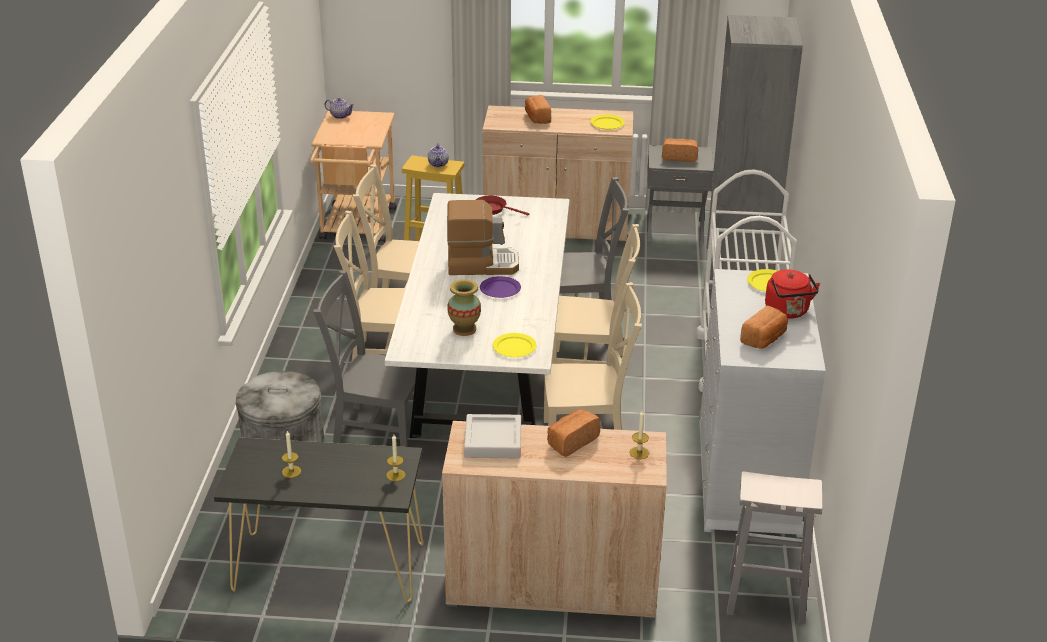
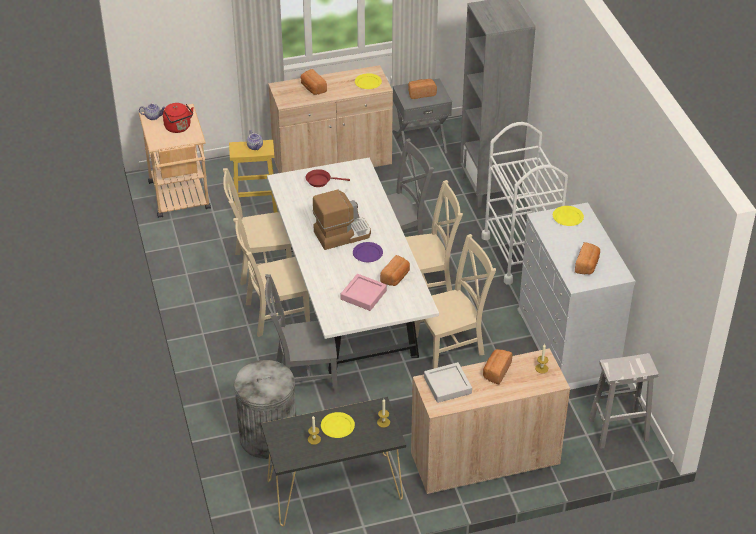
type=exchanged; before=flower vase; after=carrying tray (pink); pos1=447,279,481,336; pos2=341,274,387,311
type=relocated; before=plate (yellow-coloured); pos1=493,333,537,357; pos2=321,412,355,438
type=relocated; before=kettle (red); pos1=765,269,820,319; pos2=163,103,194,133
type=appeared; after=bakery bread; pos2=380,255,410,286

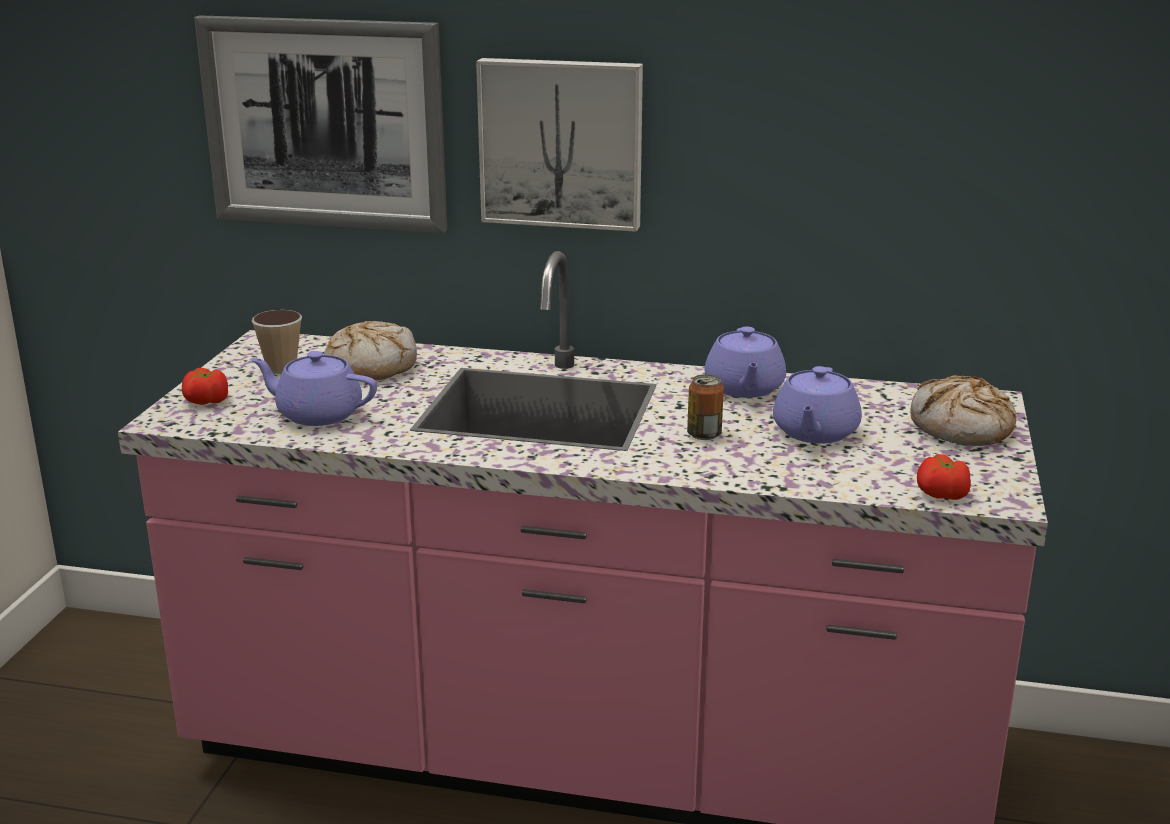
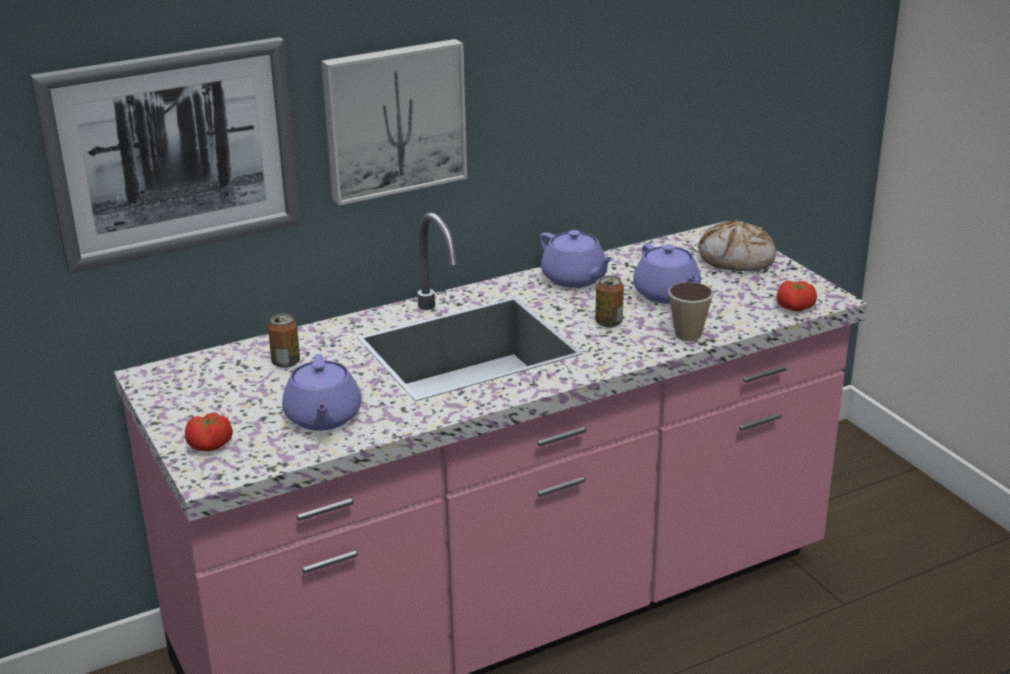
type=spun; before=pot for tea (purple); pos1=250,351,377,426; pos2=282,354,361,431; turn=-75
type=relocated; before=drinking cup; pos1=252,310,302,374; pos2=668,282,714,341
type=exchanged; before=bakery bread; after=can; pos1=324,321,417,380; pos2=268,313,300,368

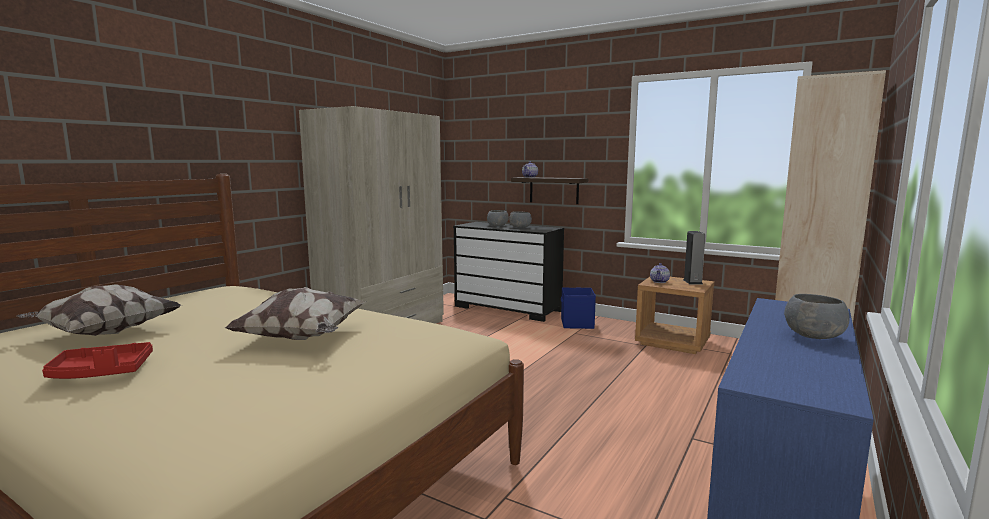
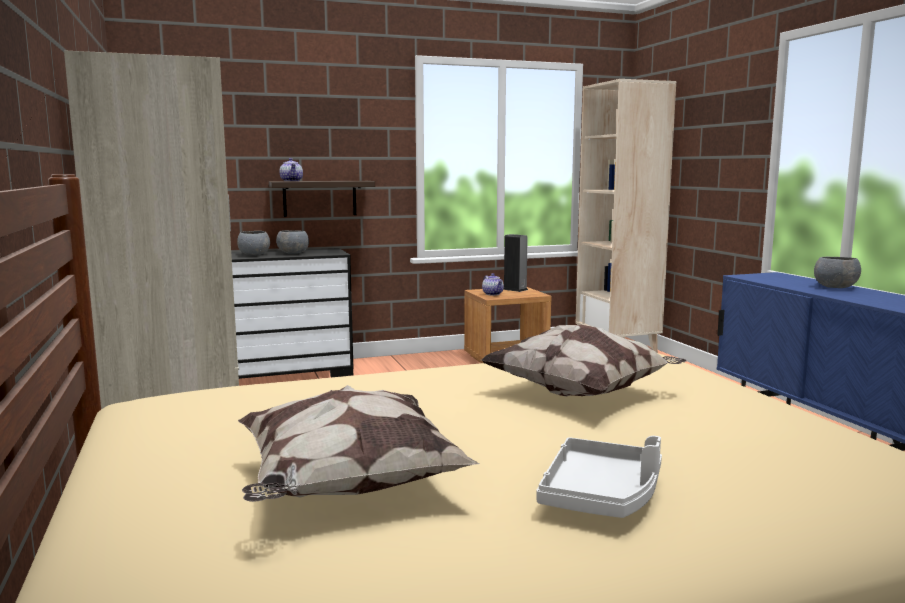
type=colour; before=carrying tray (red); after=carrying tray (grey); pos1=42,342,153,379; pos2=536,436,662,518
type=missing; before=storage bin (blue-coloured); pos1=561,287,596,329

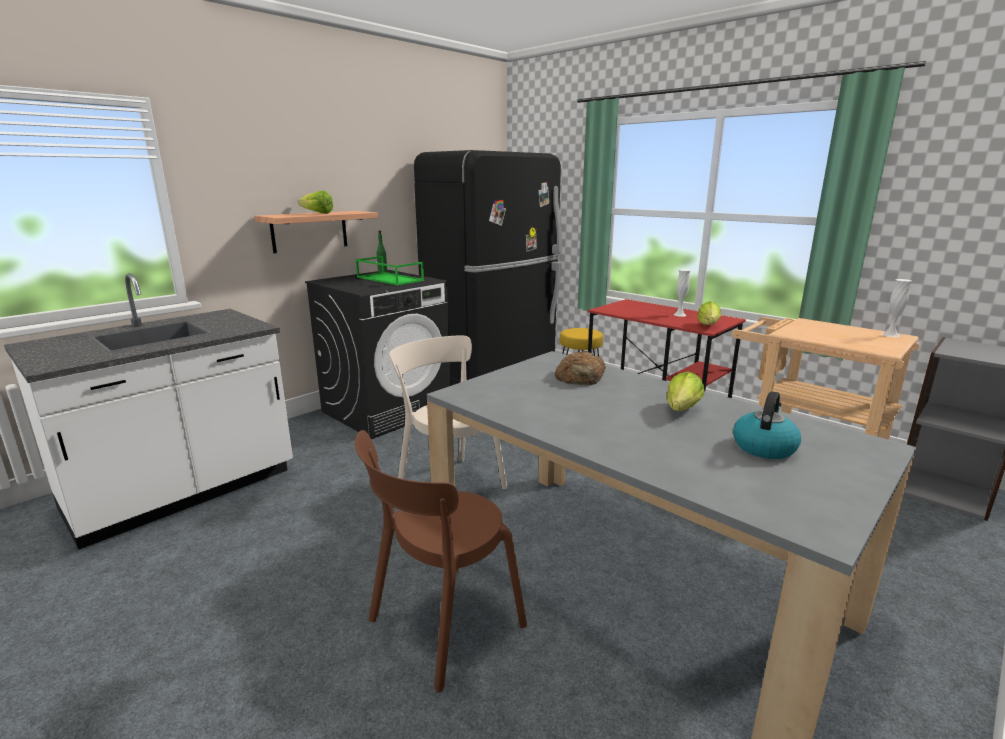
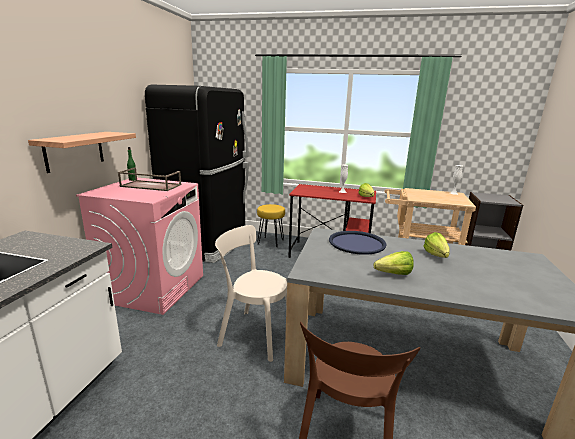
type=relocated; before=lettuce; pos1=298,191,333,214; pos2=374,251,414,275
type=colour; before=washing machine (blackish); after=washing machine (pink); pos1=305,270,451,439; pos2=76,178,203,315
type=colour; before=carrying tray (greenish); after=carrying tray (brown-coloured); pos1=356,256,424,285; pos2=118,167,181,191
type=exchanged; before=bakery bread; after=carrying tray (blue-coloured); pos1=555,351,606,385; pos2=329,231,386,255
type=missing; before=kettle; pos1=733,391,801,459

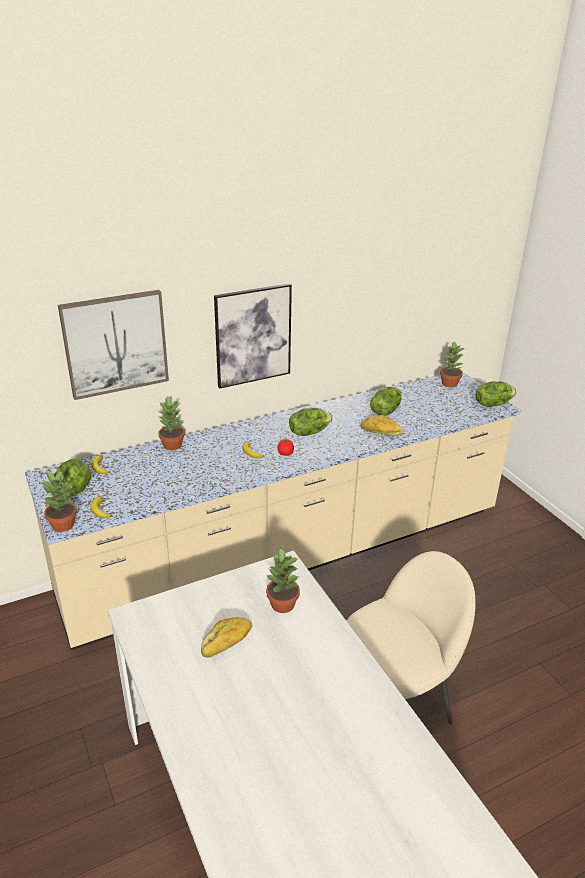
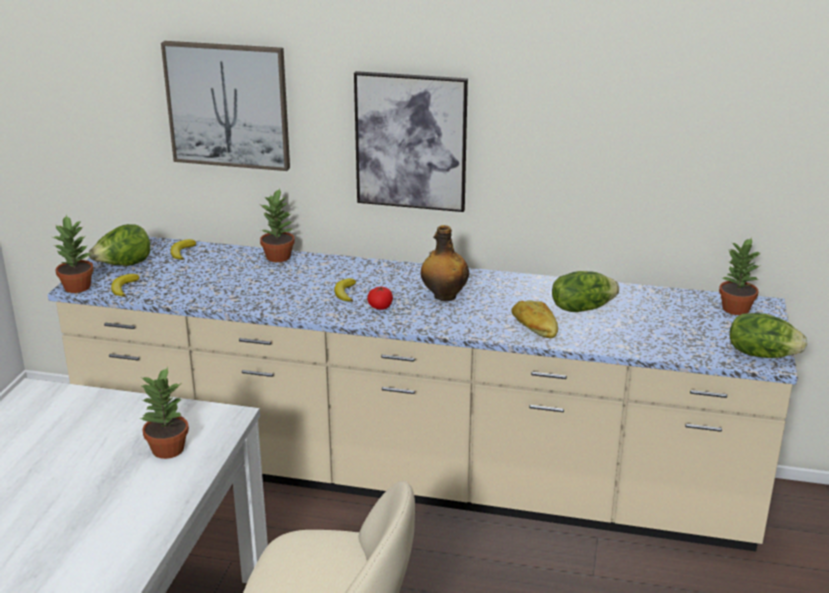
type=missing; before=bakery bread; pos1=201,617,252,658
type=exchanged; before=lettuce; after=drink bottle; pos1=289,408,333,436; pos2=421,225,469,301

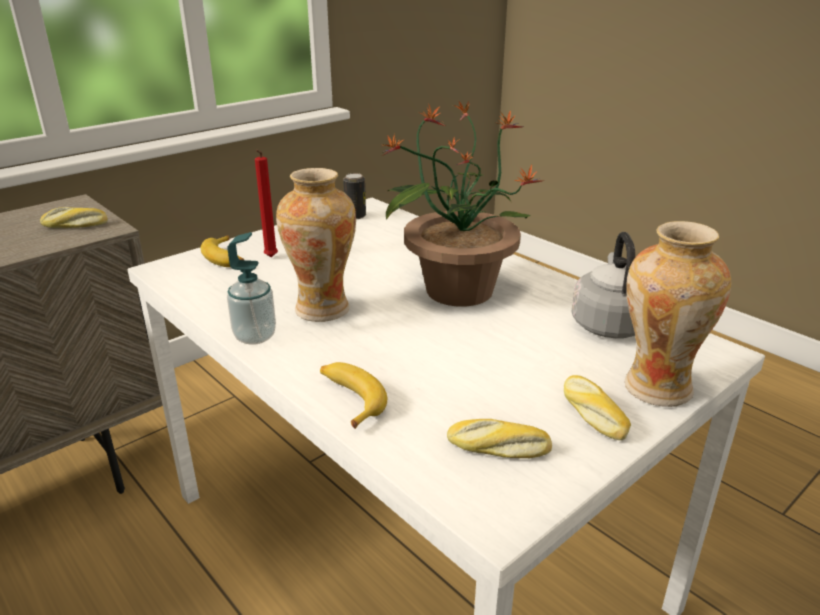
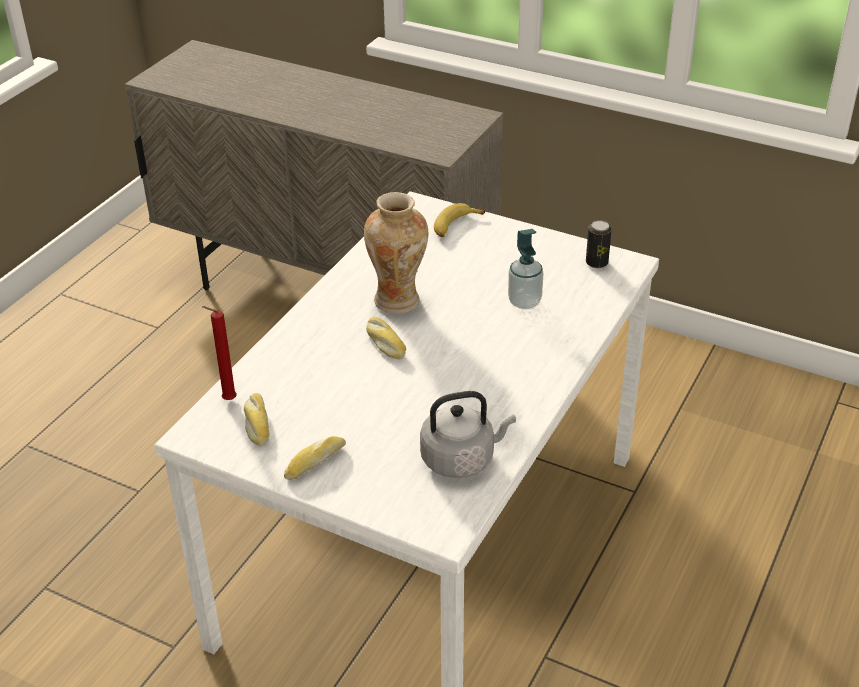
type=relocated; before=bakery bread; pos1=40,207,108,228; pos2=366,317,406,360
type=relocated; before=soap bottle; pos1=227,232,276,345; pos2=508,229,544,309
type=relocated; before=wax candle (red); pos1=255,150,278,257; pos2=202,306,237,400
type=missing; before=whole banana; pos1=320,362,387,429
type=missing; before=potted plant; pos1=381,101,545,307
type=missing; before=flower vase; pos1=625,221,731,407

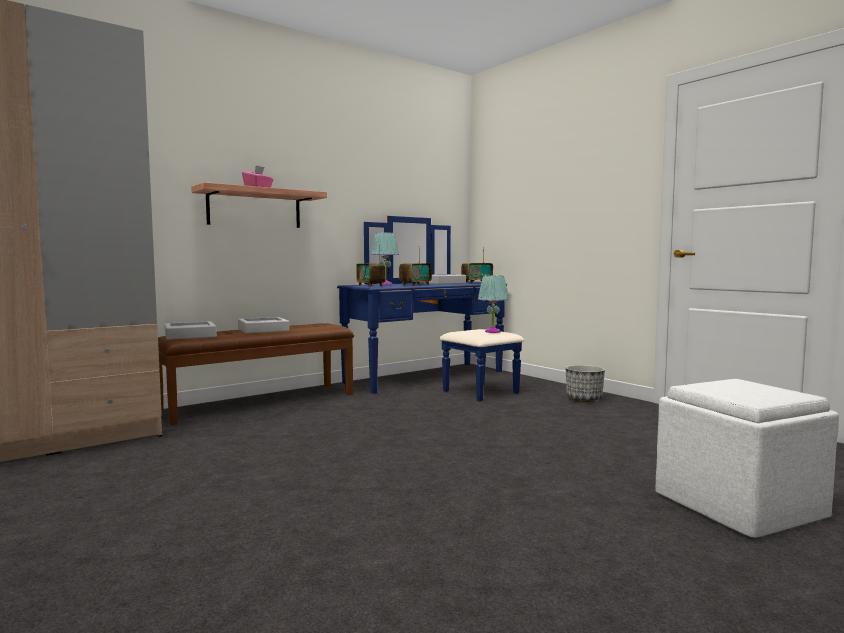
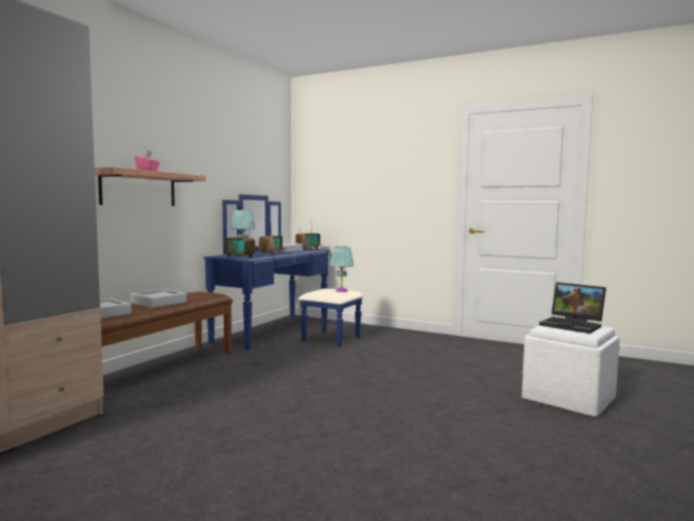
type=missing; before=plant pot; pos1=566,365,605,402
type=appeared; after=portable computer; pos2=539,282,606,334

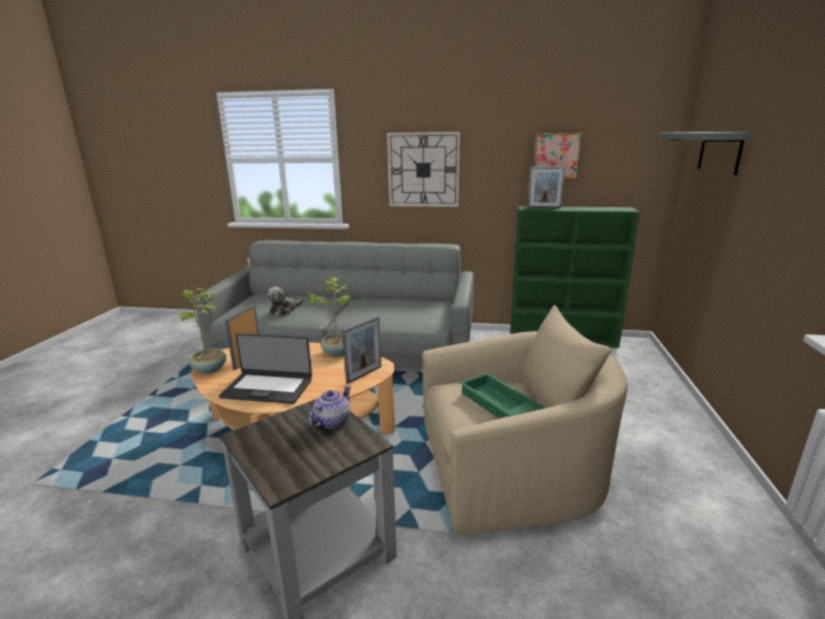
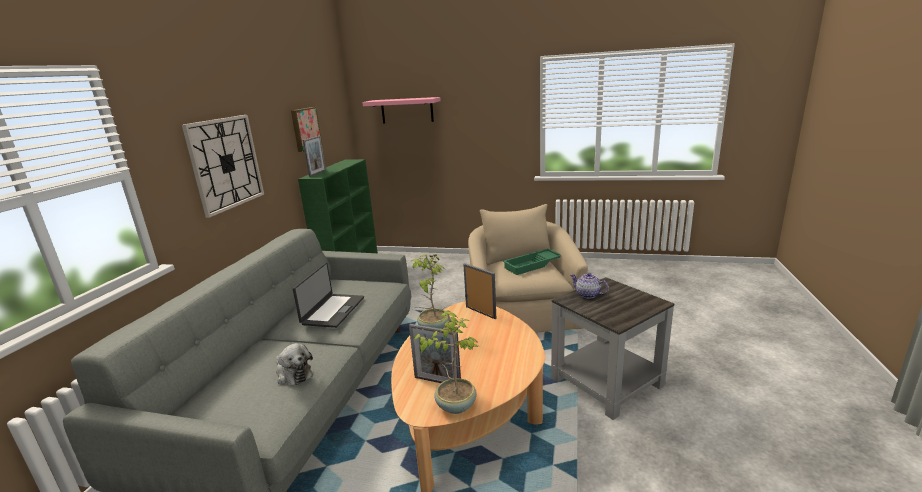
type=relocated; before=portable computer; pos1=219,333,312,404; pos2=293,262,364,328
type=colour; before=bracket shelf (grey); after=bracket shelf (pink); pos1=659,132,754,175; pos2=362,97,441,123

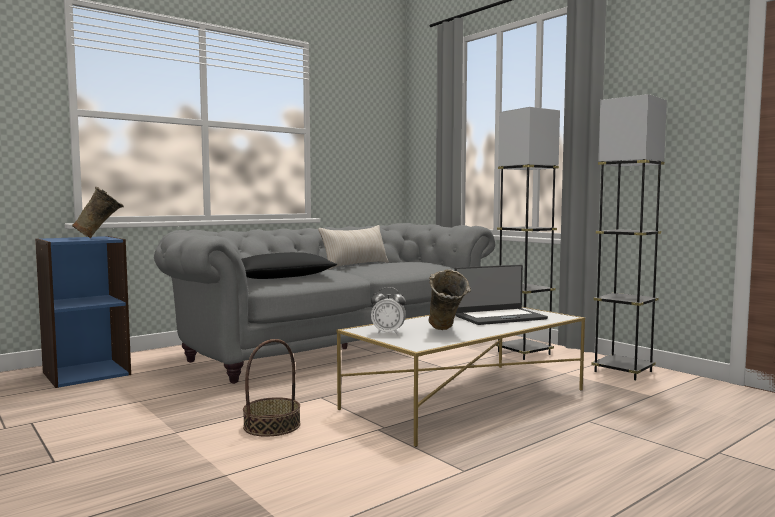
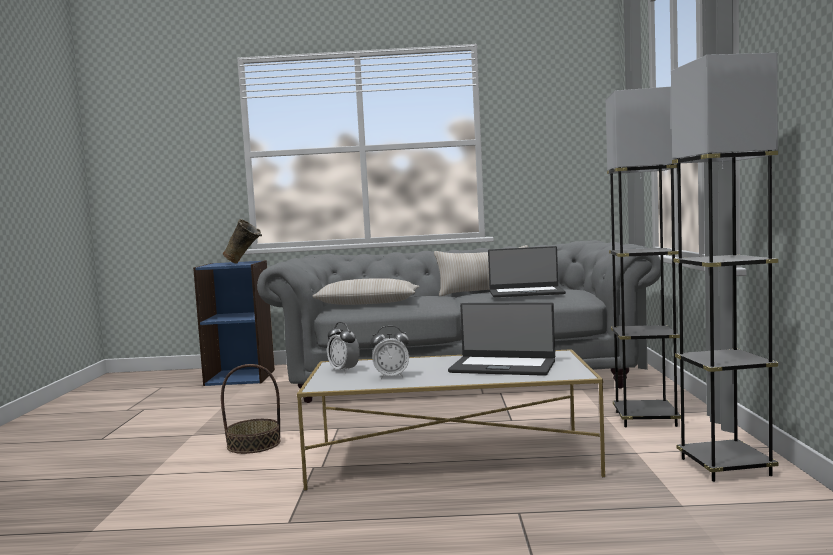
type=colour; before=throw pillow (blackish); after=throw pillow (sand-coloured); pos1=241,252,337,279; pos2=313,278,419,305
type=exchanged; before=flower vase (sand-coloured); after=alarm clock; pos1=429,269,471,330; pos2=370,326,409,379
type=appeared; after=portable computer; pos2=488,246,566,297

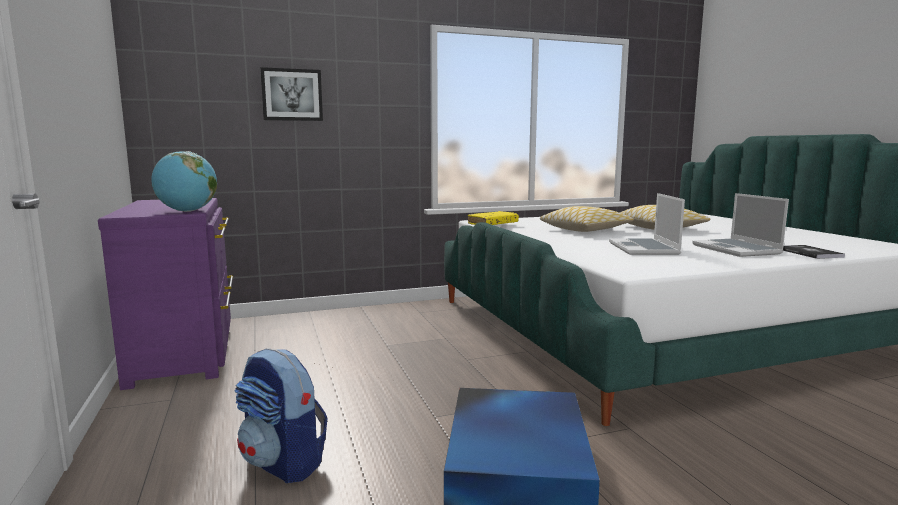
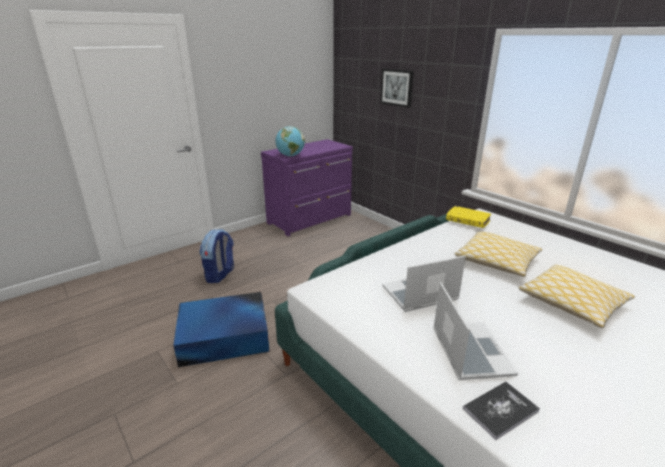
type=spun; before=portable computer; pos1=692,193,789,257; pos2=433,282,518,380; turn=120

